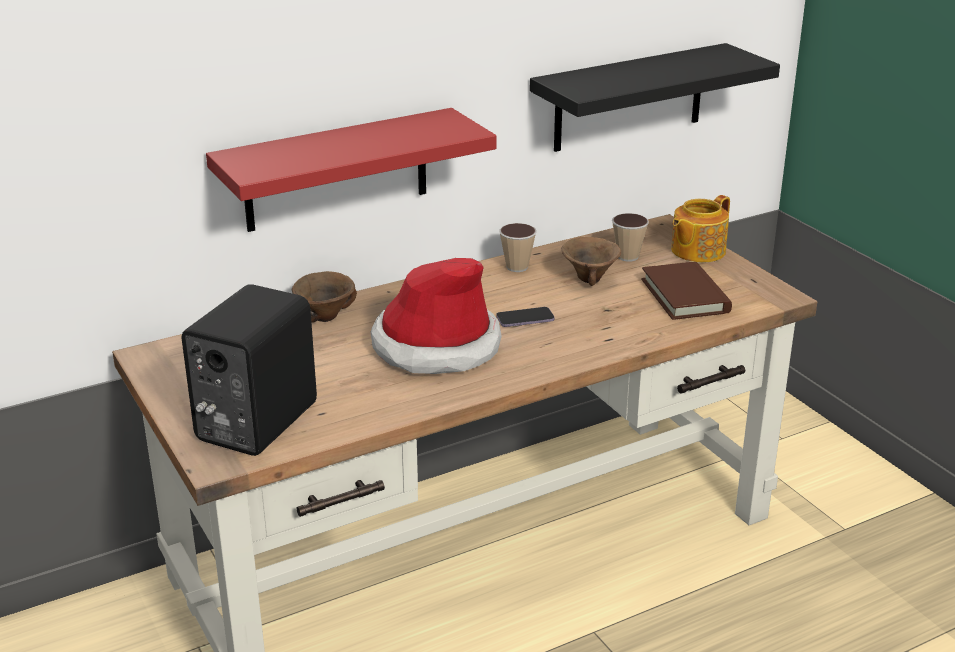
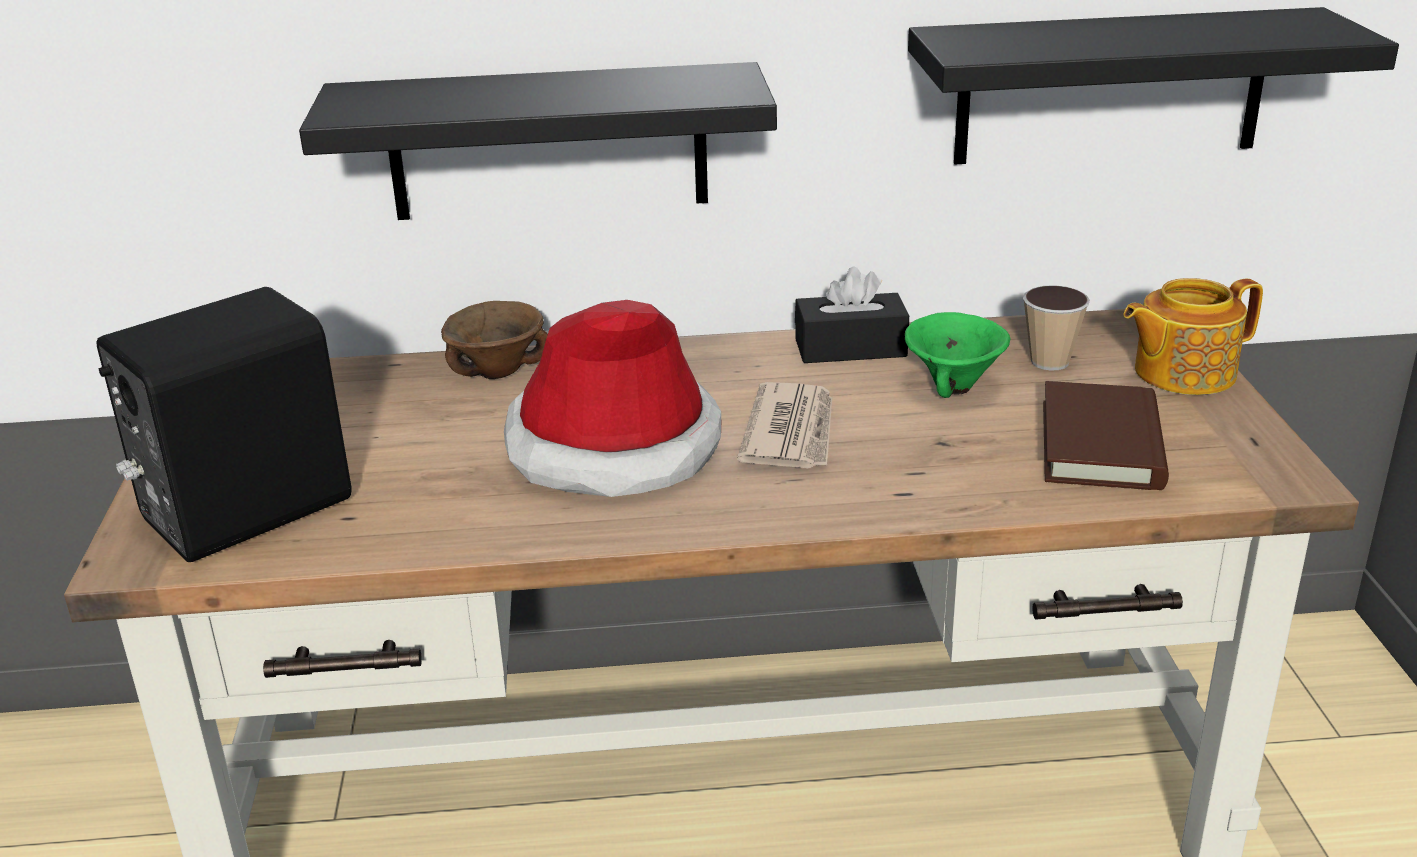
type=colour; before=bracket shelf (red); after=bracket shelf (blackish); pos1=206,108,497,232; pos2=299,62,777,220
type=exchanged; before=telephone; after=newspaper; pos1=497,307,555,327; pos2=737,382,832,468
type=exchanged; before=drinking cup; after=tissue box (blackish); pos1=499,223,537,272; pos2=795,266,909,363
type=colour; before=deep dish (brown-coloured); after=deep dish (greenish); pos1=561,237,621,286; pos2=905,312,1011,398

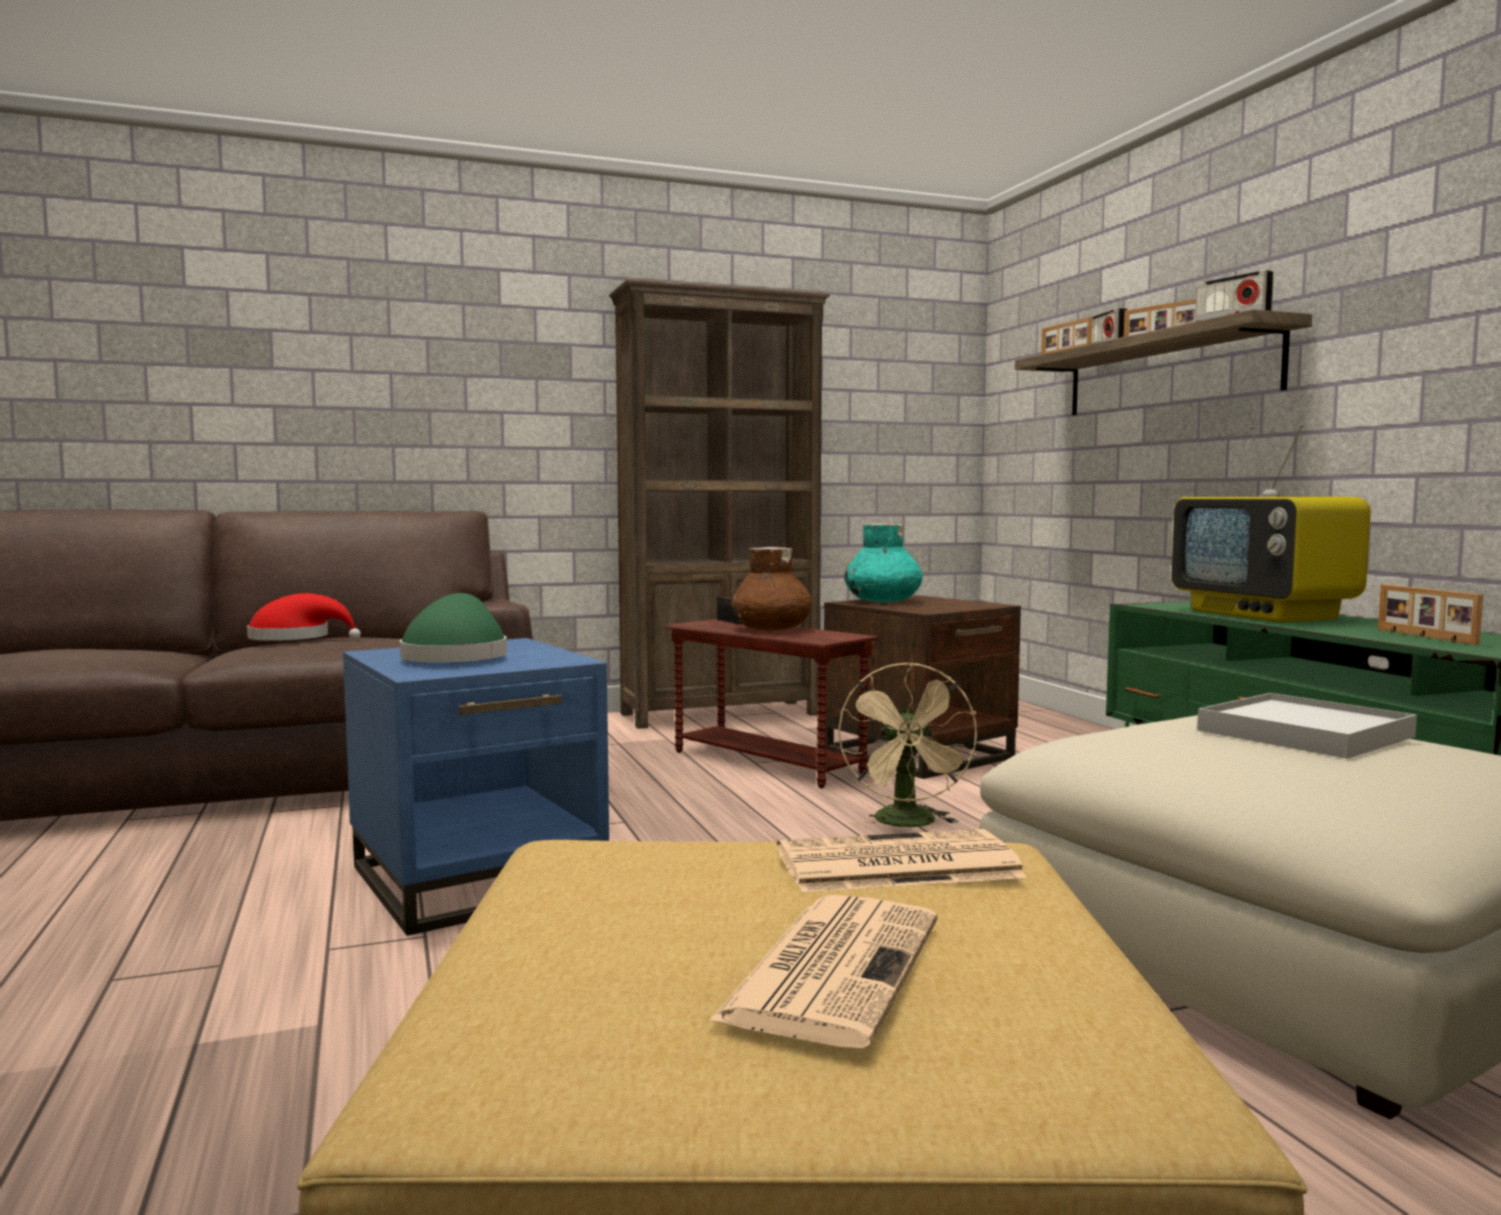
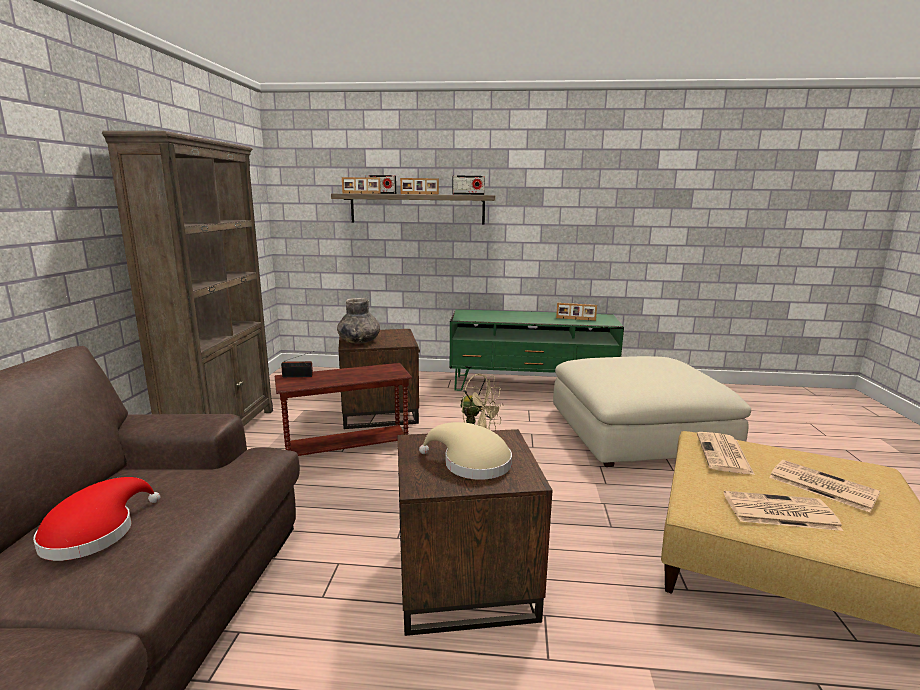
type=colour; before=side table (blue-coloured); after=side table (brown-coloured); pos1=343,638,609,936; pos2=397,429,552,636
type=colour; before=wearable hat (greenish); after=wearable hat (sand-coloured); pos1=400,593,507,663; pos2=419,422,512,480
type=missing; before=flower vase (brown-coloured); pos1=731,547,812,631
type=colour; before=flower vase (turquoise); after=flower vase (grey); pos1=845,523,923,603; pos2=337,298,380,343
type=missing; before=TV set; pos1=1171,424,1371,623
type=missing; before=carrying tray (white-coloured); pos1=1197,693,1417,759
type=appeared; after=newspaper; pos2=724,491,843,531

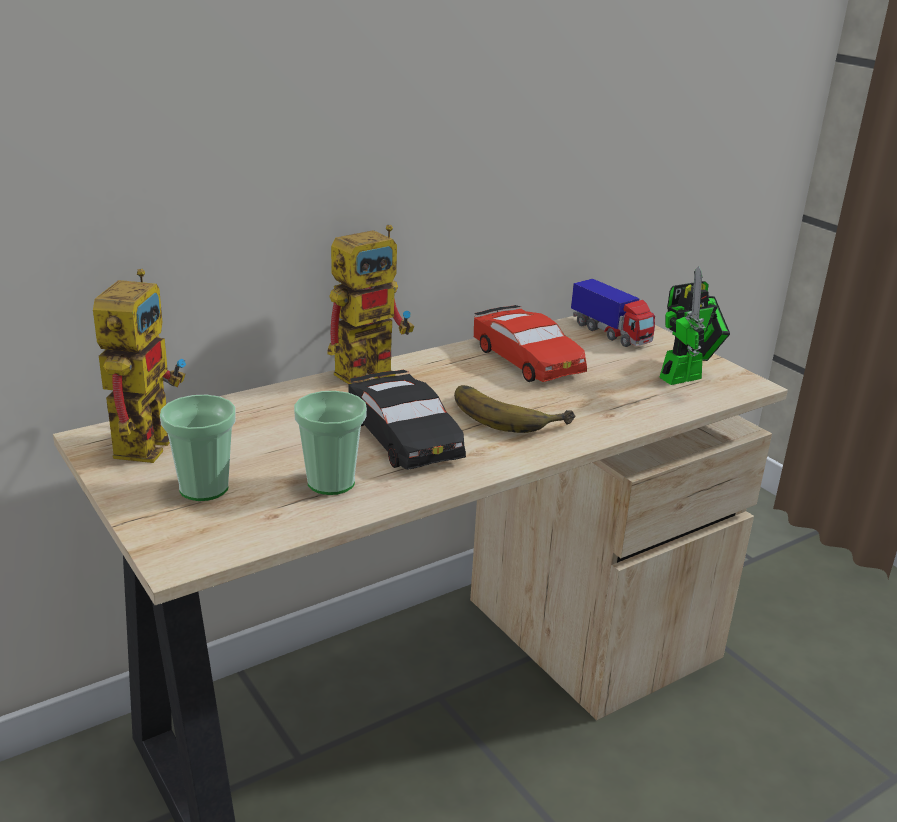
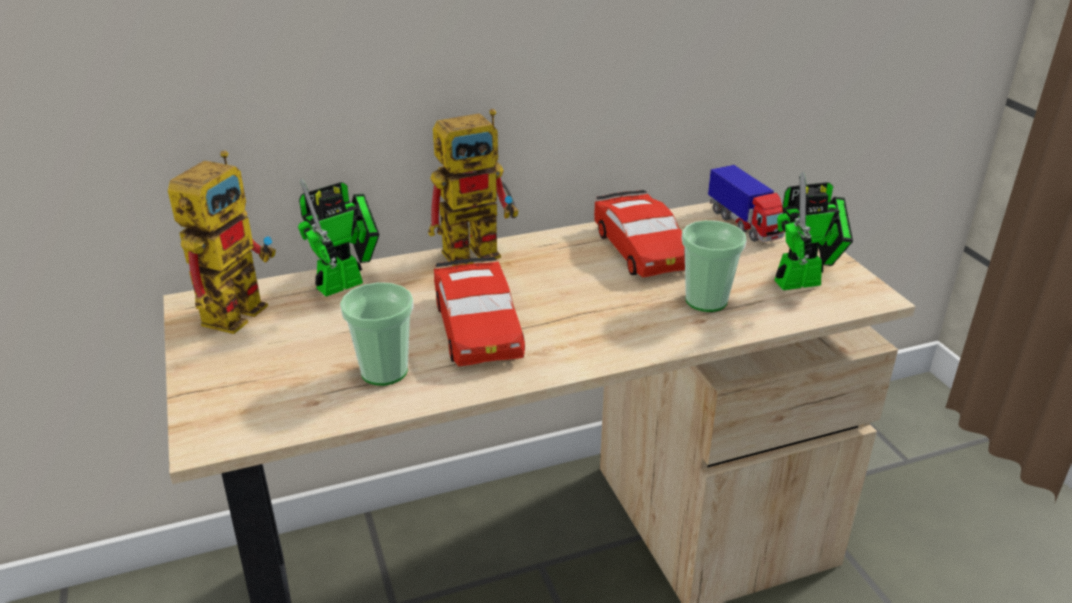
type=relocated; before=drinking cup; pos1=160,395,236,501; pos2=682,220,747,312
type=colour; before=toy car (blackish); after=toy car (red); pos1=348,369,466,470; pos2=434,257,525,366
type=missing; before=whole banana; pos1=454,385,575,433
type=appeared; after=toy robot; pos2=298,178,379,297

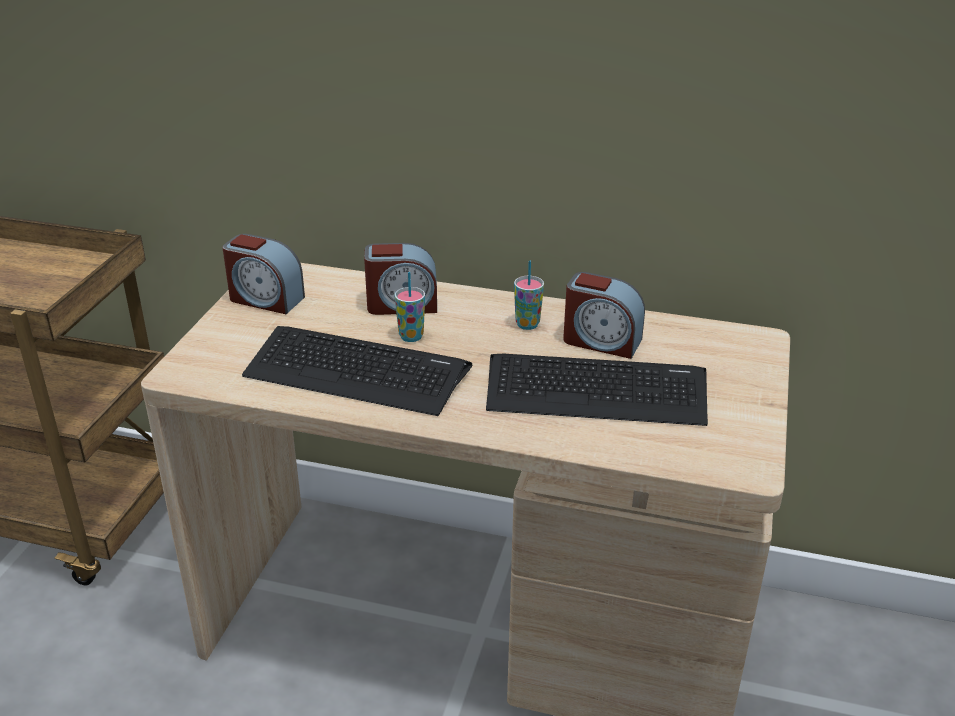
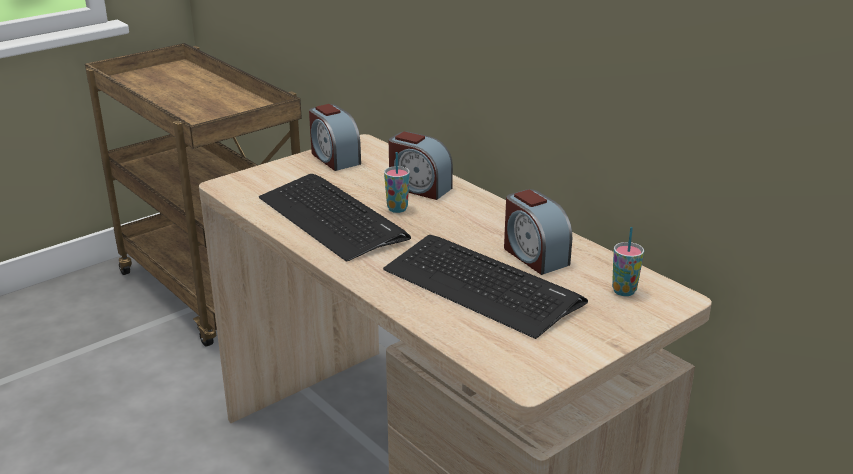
type=relocated; before=drinking cup; pos1=514,261,544,330; pos2=612,227,644,296

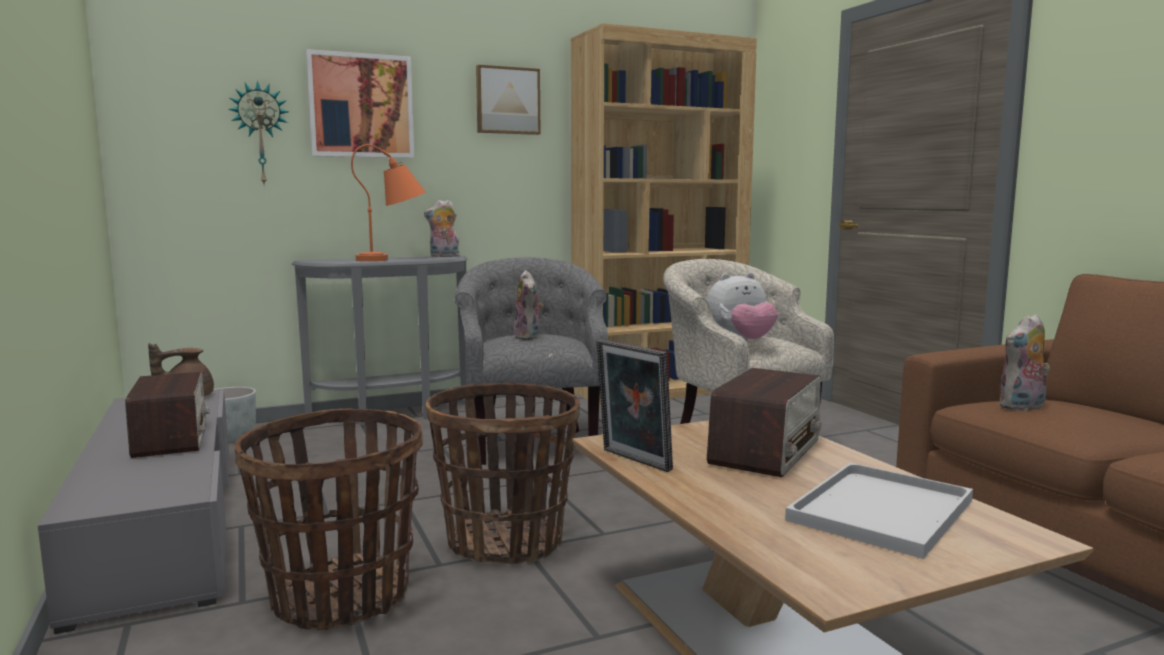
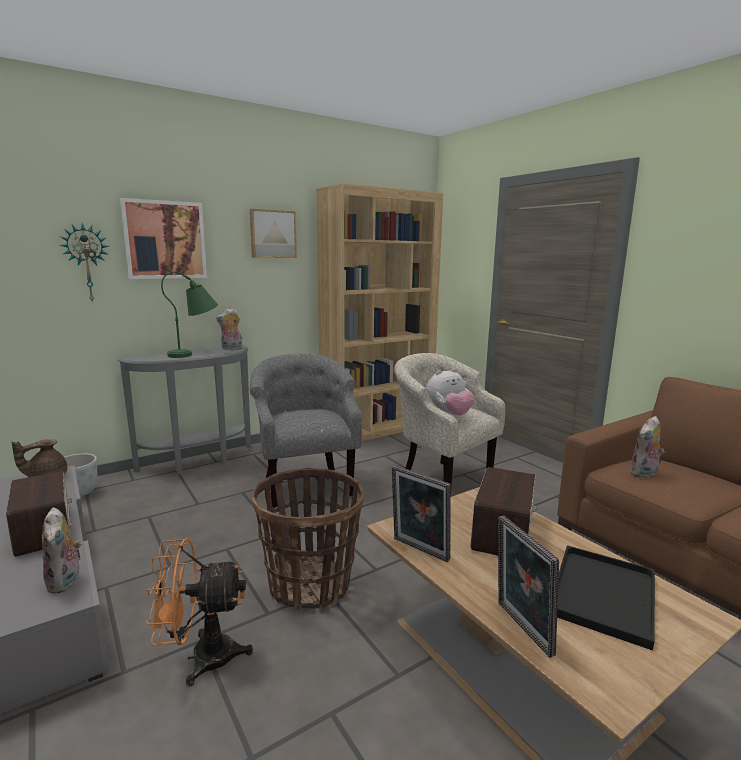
type=exchanged; before=basket; after=fan (orange-coloured); pos1=235,408,423,630; pos2=146,538,253,686
type=colour; before=table lamp (orange-coloured); after=table lamp (greenish); pos1=351,144,426,261; pos2=161,271,218,358
type=relocated; before=plush toy; pos1=514,270,543,340; pos2=42,507,82,594
type=colour; before=carrying tray (white-coloured); after=carrying tray (blackish); pos1=785,463,973,559; pos2=557,545,655,651
type=appeared; after=picture frame; pos2=498,515,559,658

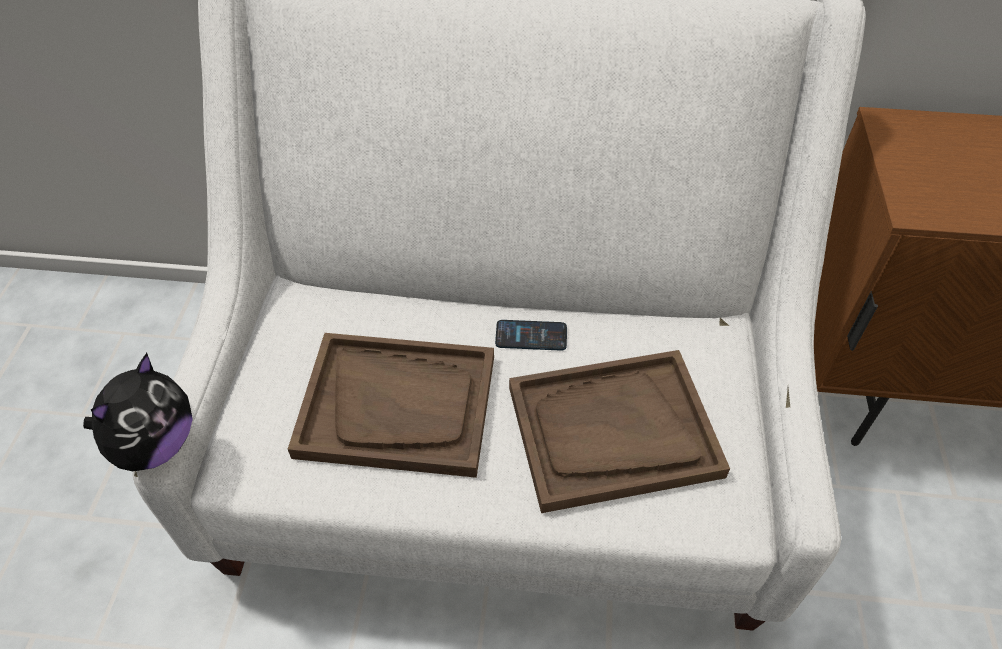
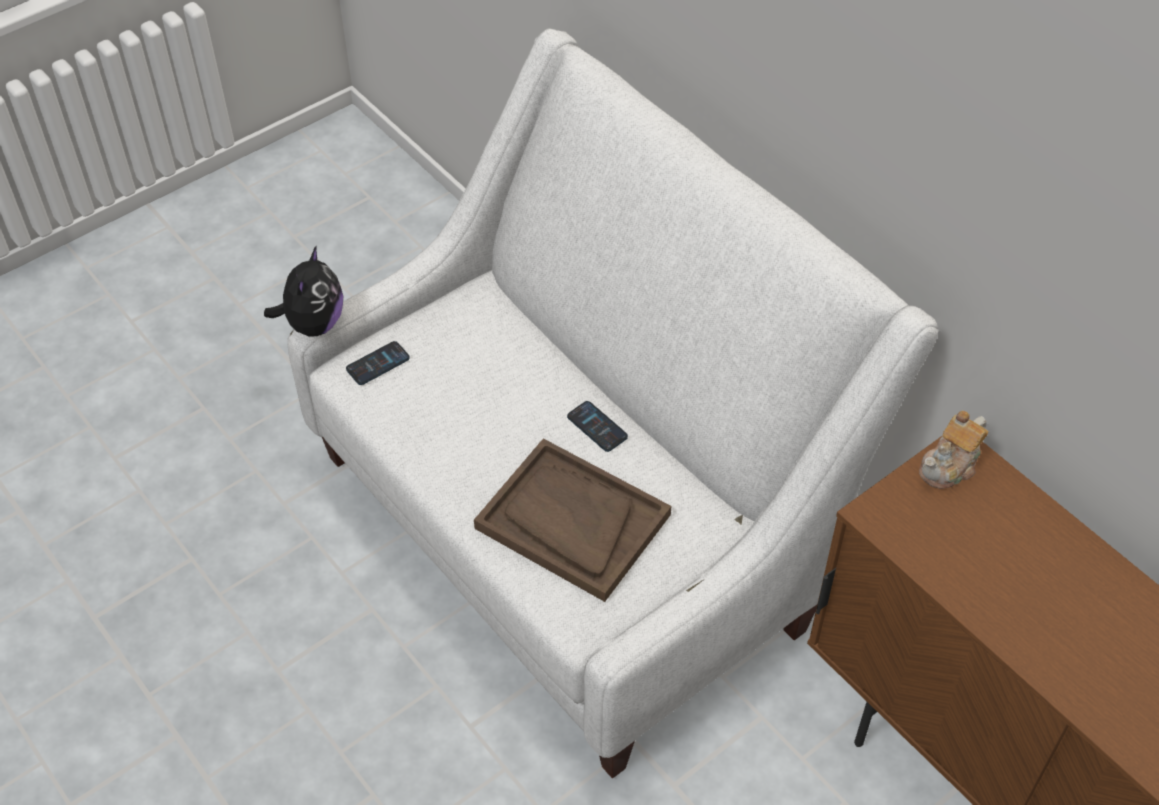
type=spun; before=plush toy; pos1=83,353,193,471; pos2=264,245,343,336; turn=-60
type=missing; before=carrying tray (brown-coloured); pos1=288,333,494,478
type=appeared; after=telephone; pos2=346,341,410,385
type=appeared; after=pot for tea; pos2=919,411,988,489

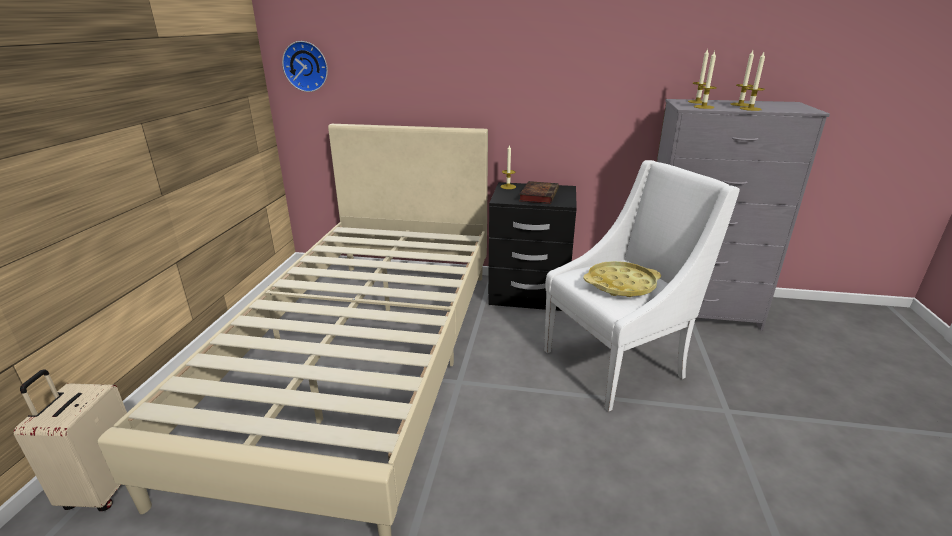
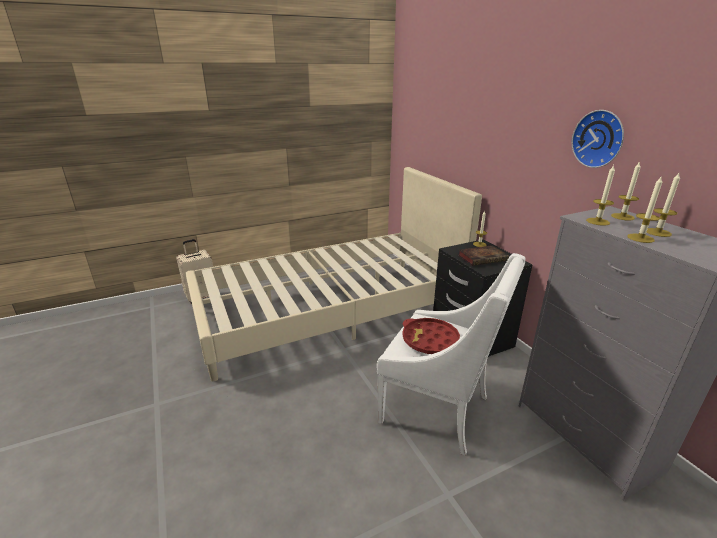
type=relocated; before=clock on the wall; pos1=282,41,328,92; pos2=572,110,624,168
type=colour; before=carrying tray (yellow-coloured); after=carrying tray (red); pos1=583,261,661,297; pos2=402,318,460,354

